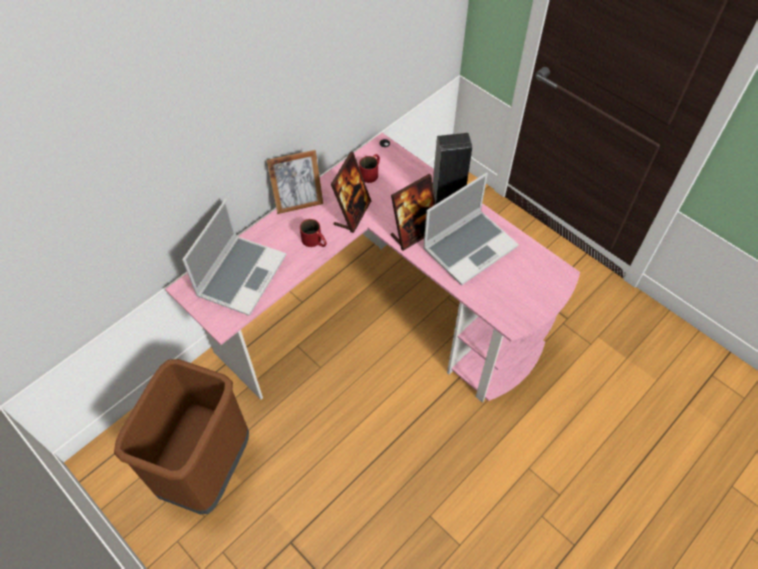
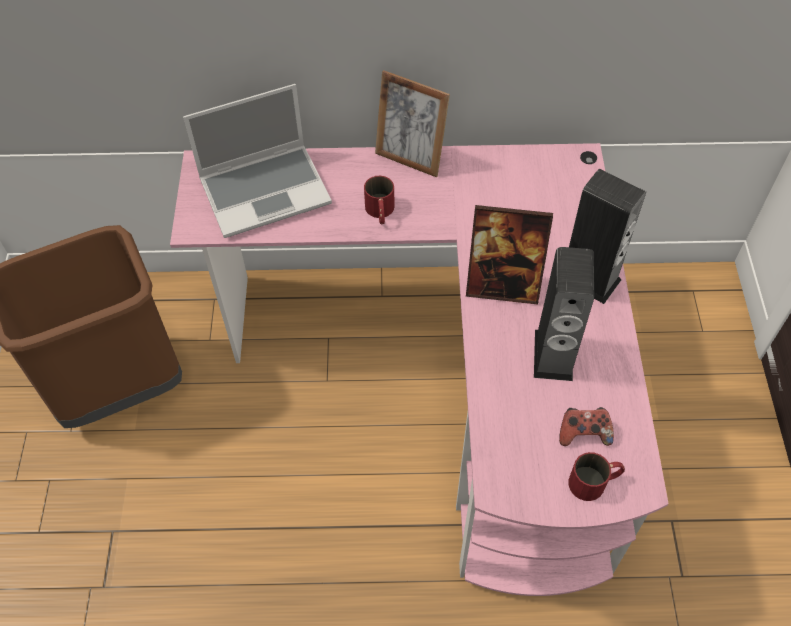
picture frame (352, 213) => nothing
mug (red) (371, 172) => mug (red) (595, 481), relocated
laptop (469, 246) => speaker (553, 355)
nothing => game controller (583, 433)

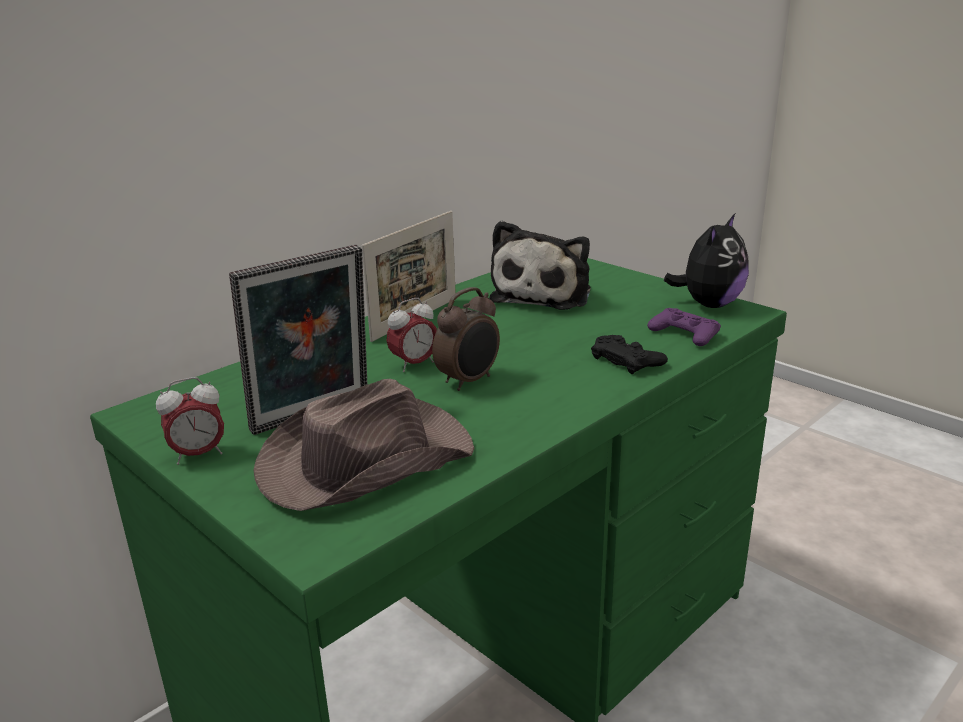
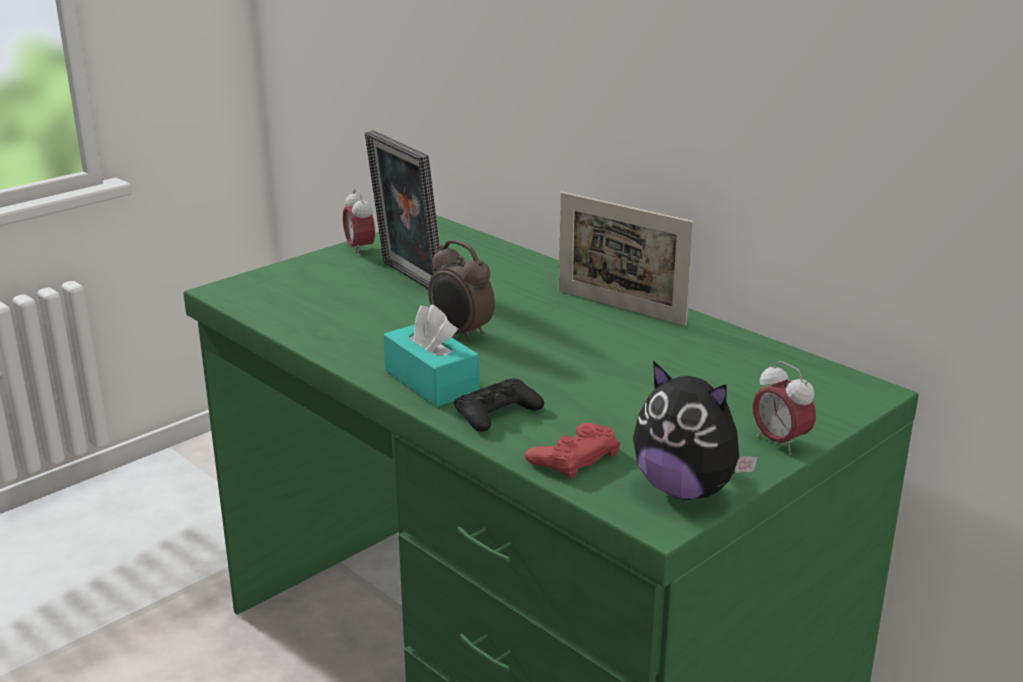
plush toy (544, 294) => nothing
alarm clock (414, 364) => alarm clock (779, 442), relocated
game controller (purple) (684, 334) => game controller (red) (574, 457)
hat (brown) (363, 461) => nothing
nothing => tissue box (turquoise) (431, 381)

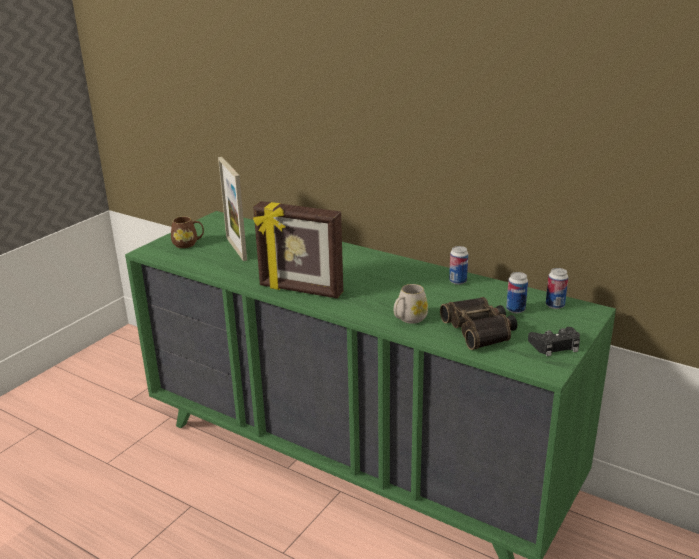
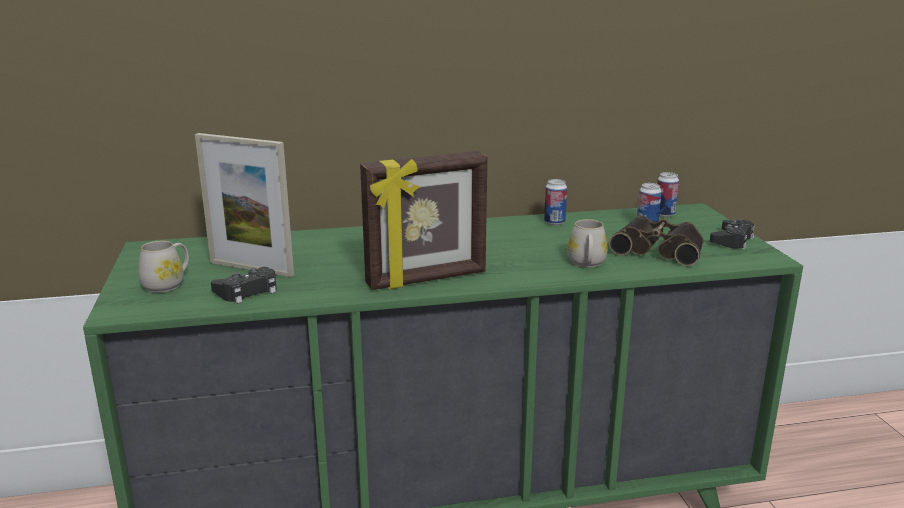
mug (brown) (188, 244) => mug (white) (168, 284)
nothing => game controller (black) (248, 291)

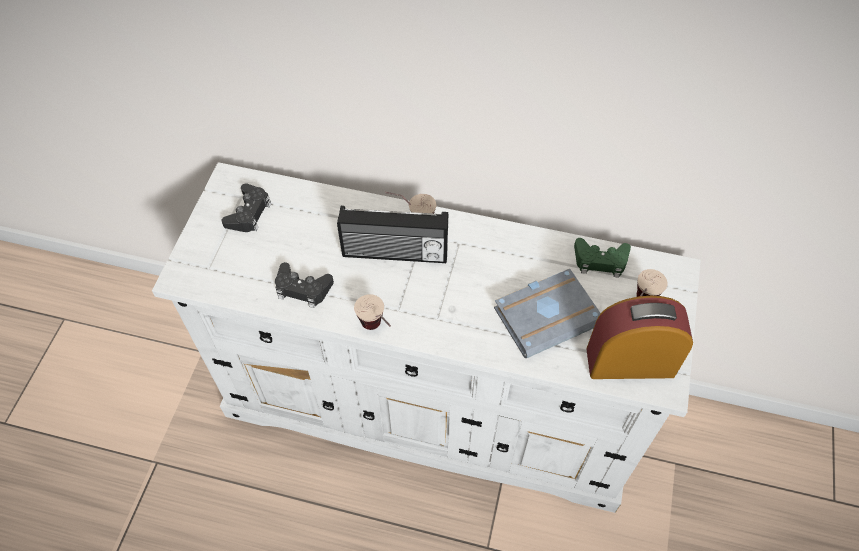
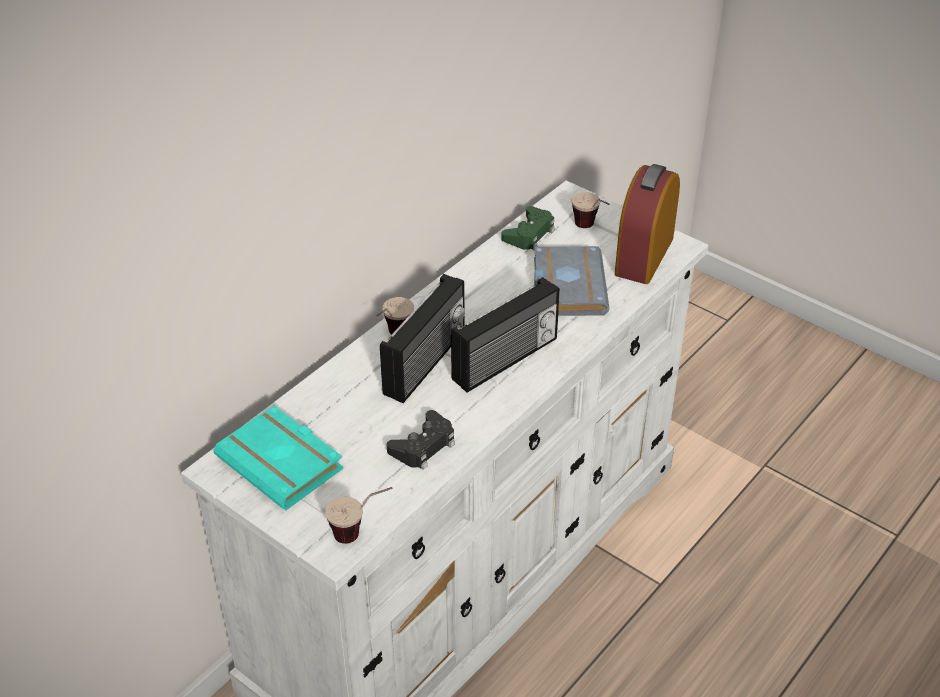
game controller (black) (249, 213) => book (turquoise) (284, 463)
cup (377, 330) => cup (361, 532), relocated
nothing => radio (506, 360)

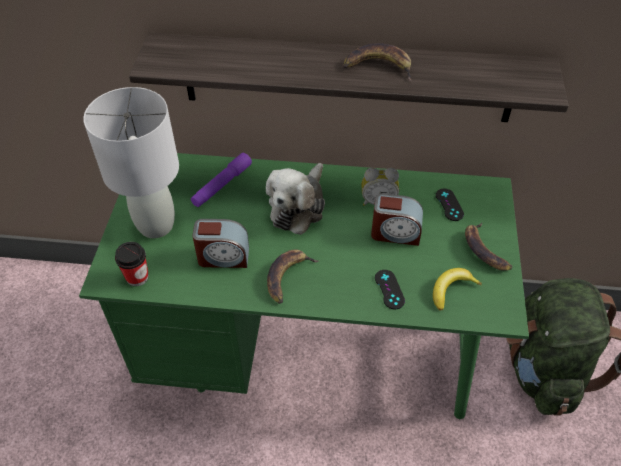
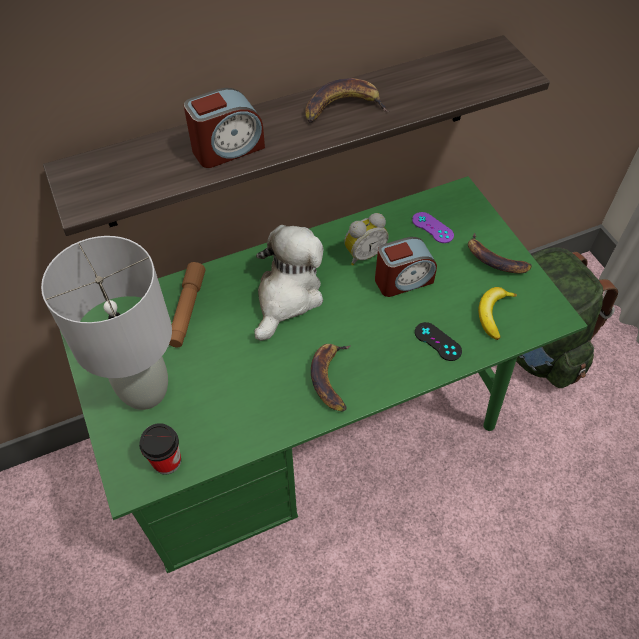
flashlight (purple) (222, 185) => flashlight (brown) (187, 309)
plush toy (298, 206) => plush toy (287, 296), 150 degrees counterclockwise
game controller (black) (449, 205) => game controller (purple) (432, 228)
alarm clock (223, 257) => alarm clock (227, 148), relocated

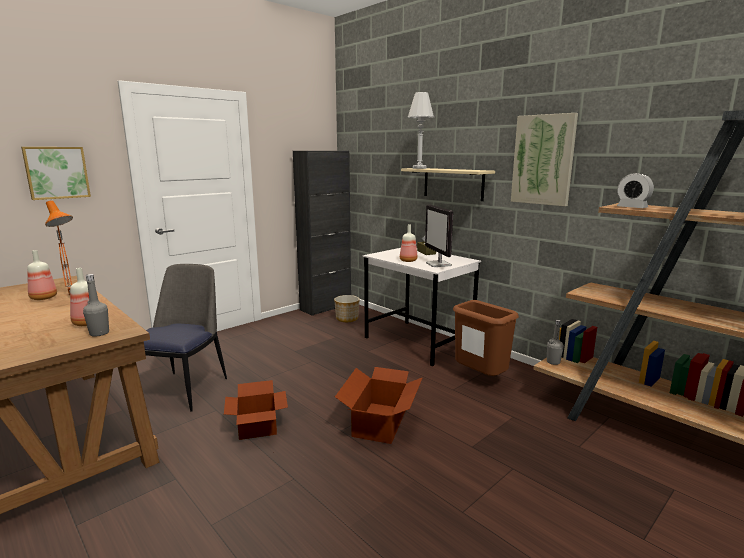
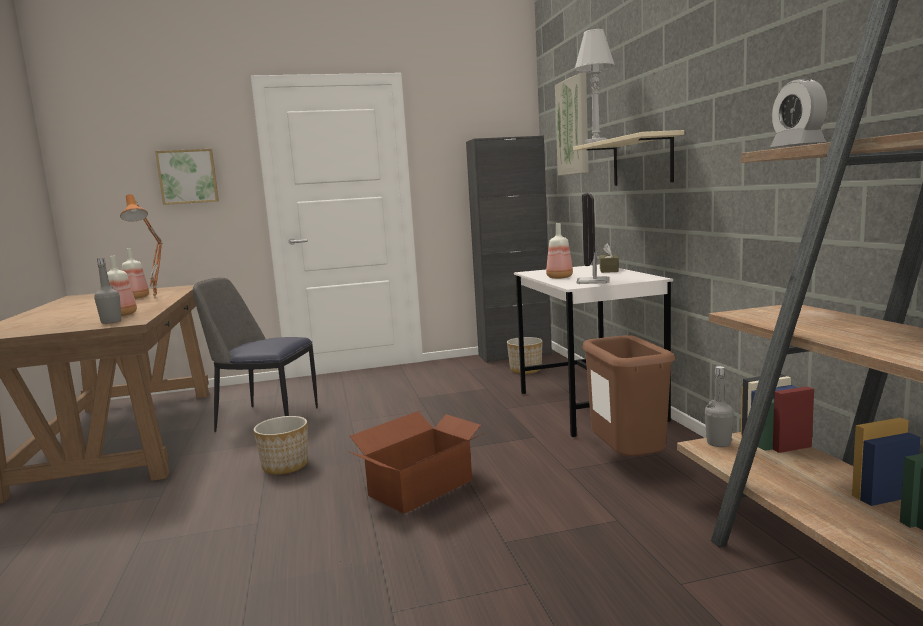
picture (543, 160) => picture (573, 127), relocated
chair (185, 389) => chair (265, 419), 120 degrees counterclockwise
cardboard box (257, 428) => planter (285, 466)

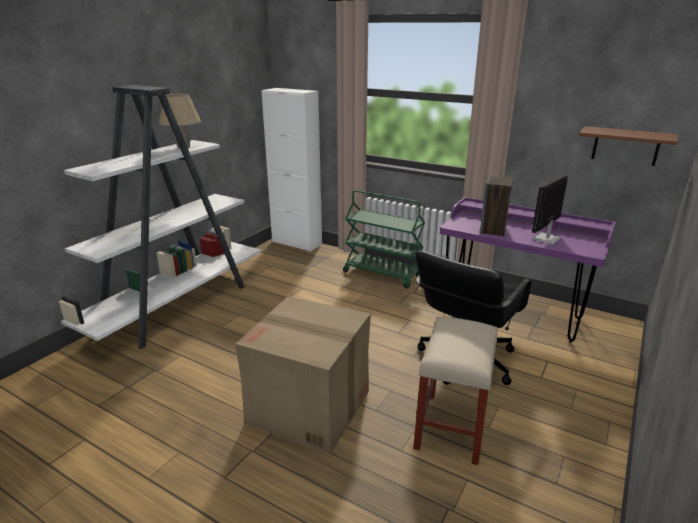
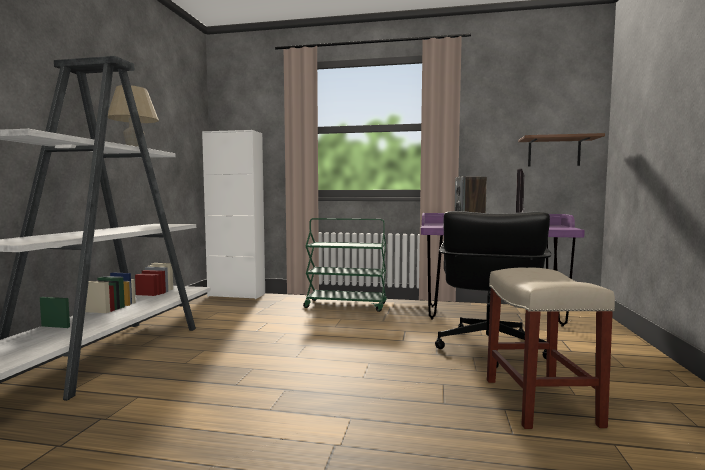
cardboard box (310, 407) => nothing

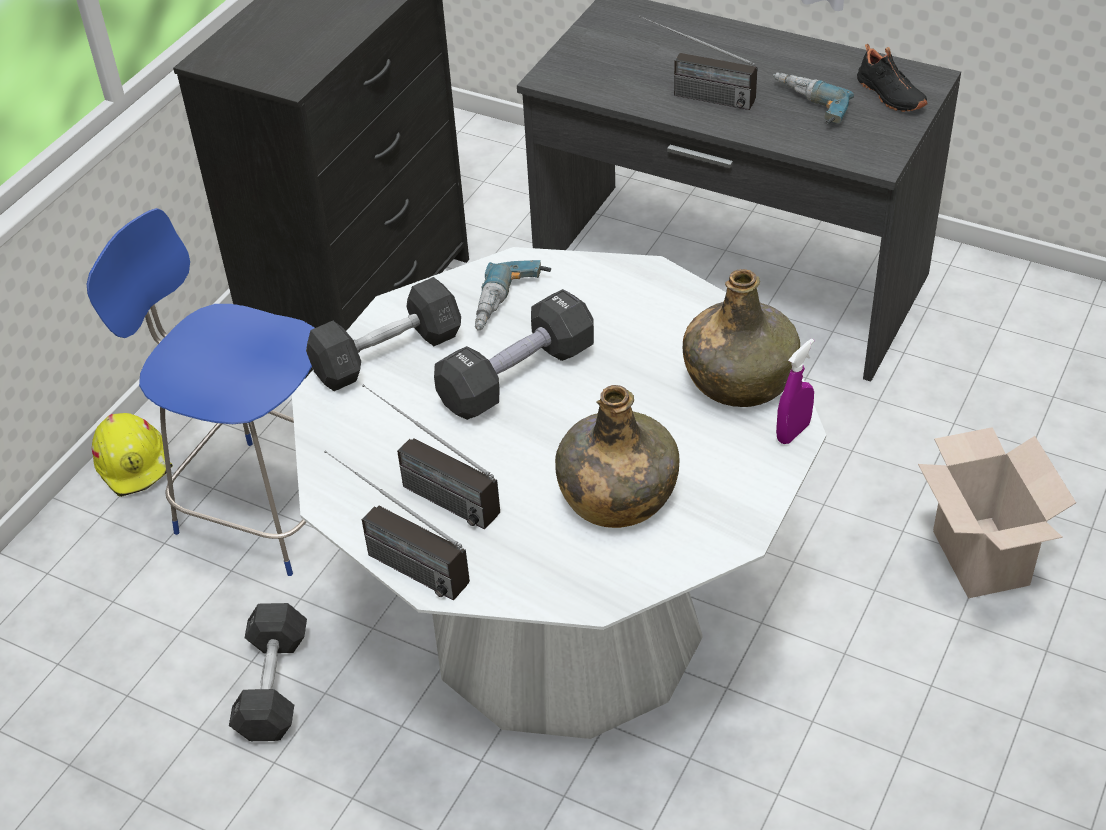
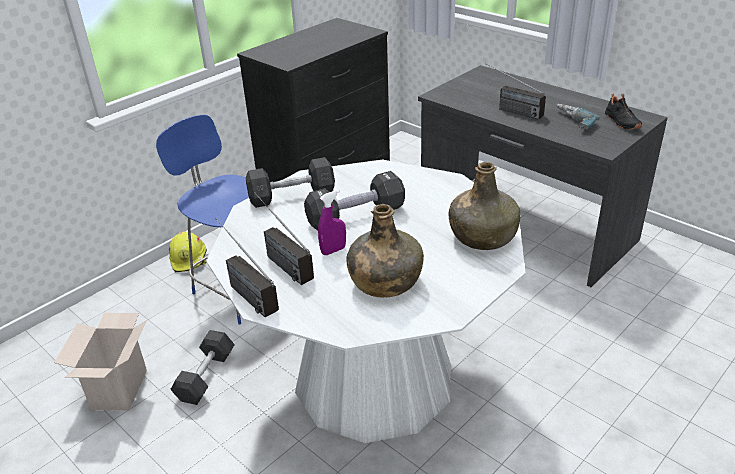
power drill (511, 305) => nothing
spray bottle (purple) (793, 432) => spray bottle (purple) (333, 250), relocated
cardboard box (976, 556) => cardboard box (118, 388), relocated

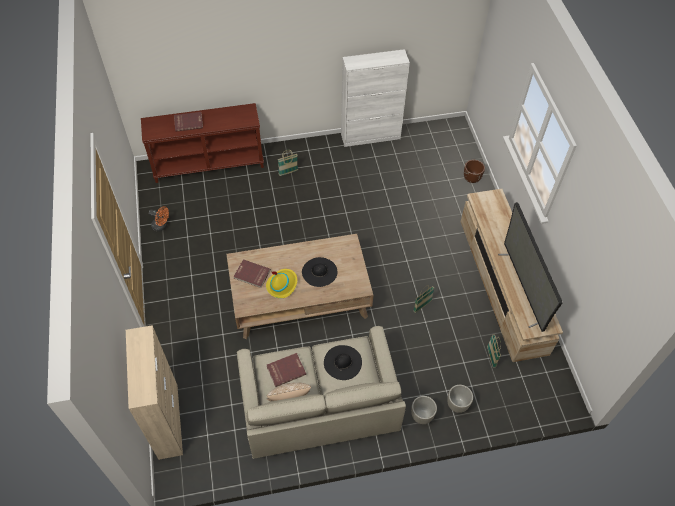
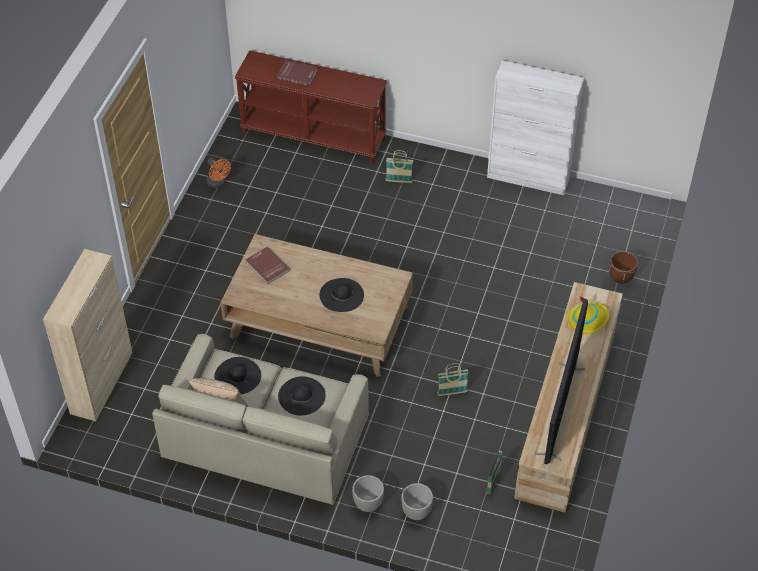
hat (yellow) (282, 284) => hat (yellow) (587, 320), relocated
book (red) (286, 370) => hat (black) (237, 376)

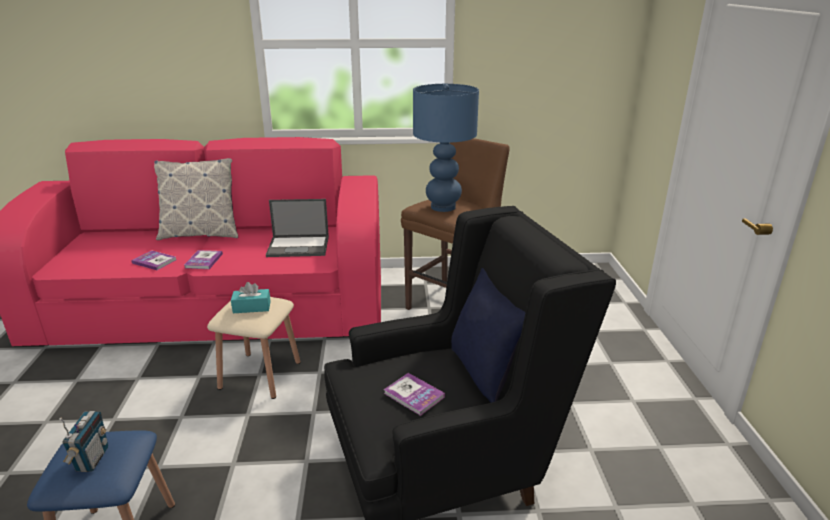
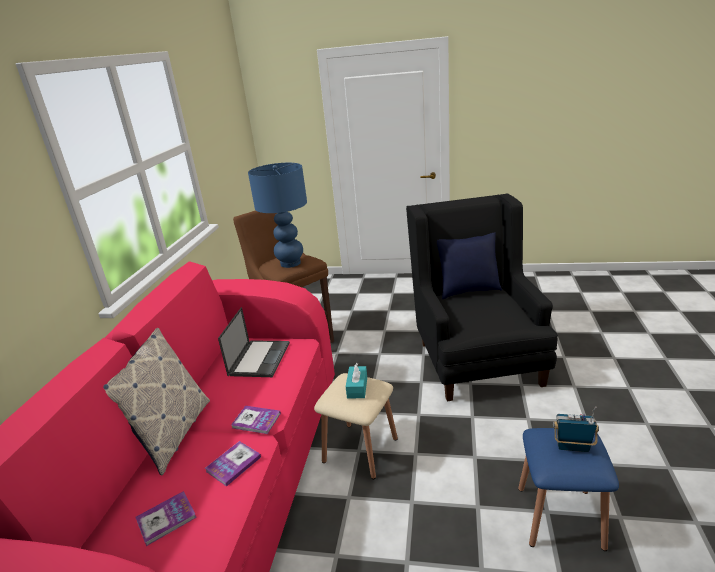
book (414, 395) => book (166, 519), relocated

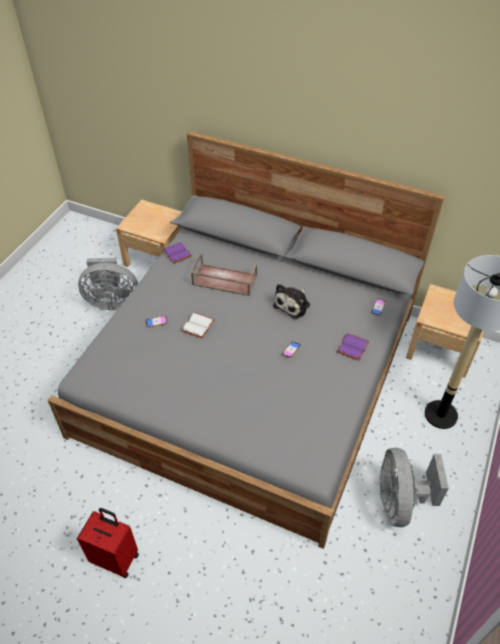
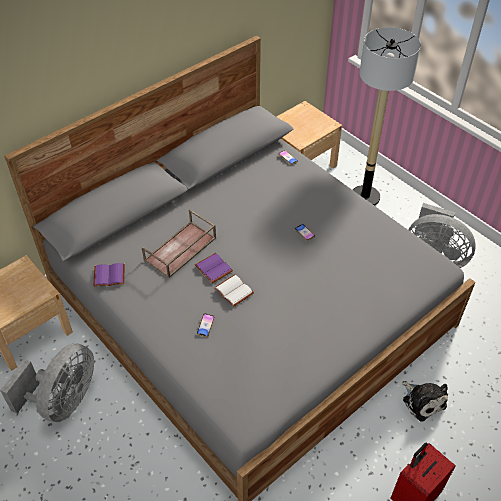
plush toy (293, 304) => plush toy (422, 401), relocated
book (purple) (352, 346) => book (purple) (212, 268), relocated

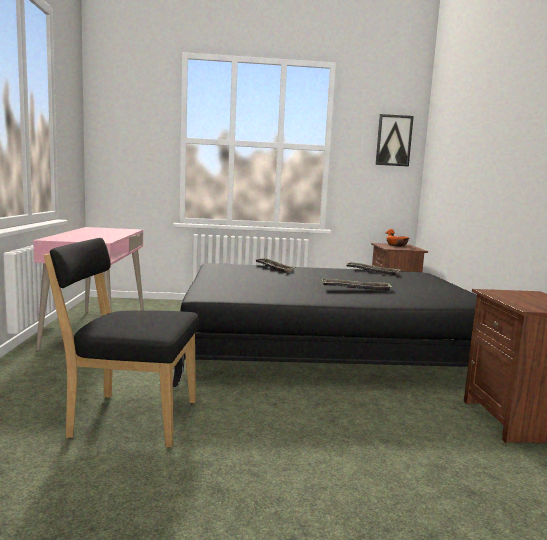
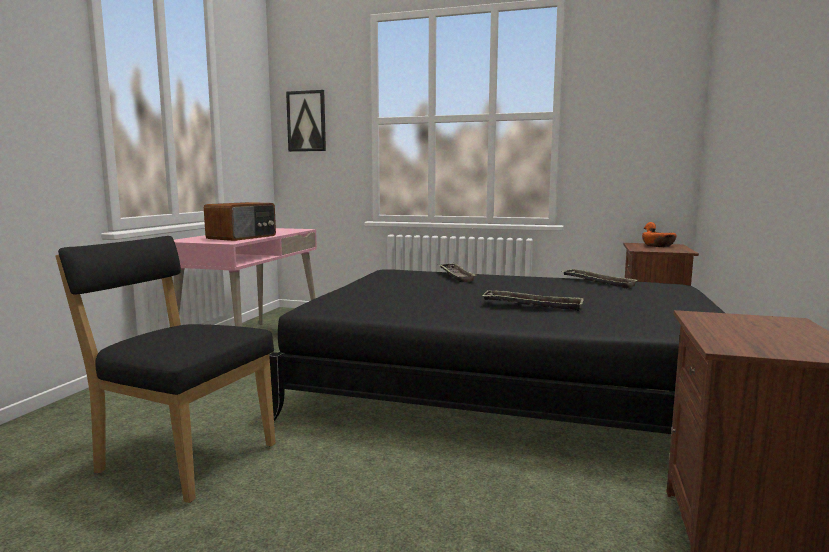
picture (393, 140) => picture (306, 121), relocated
nothing => radio (243, 237)

